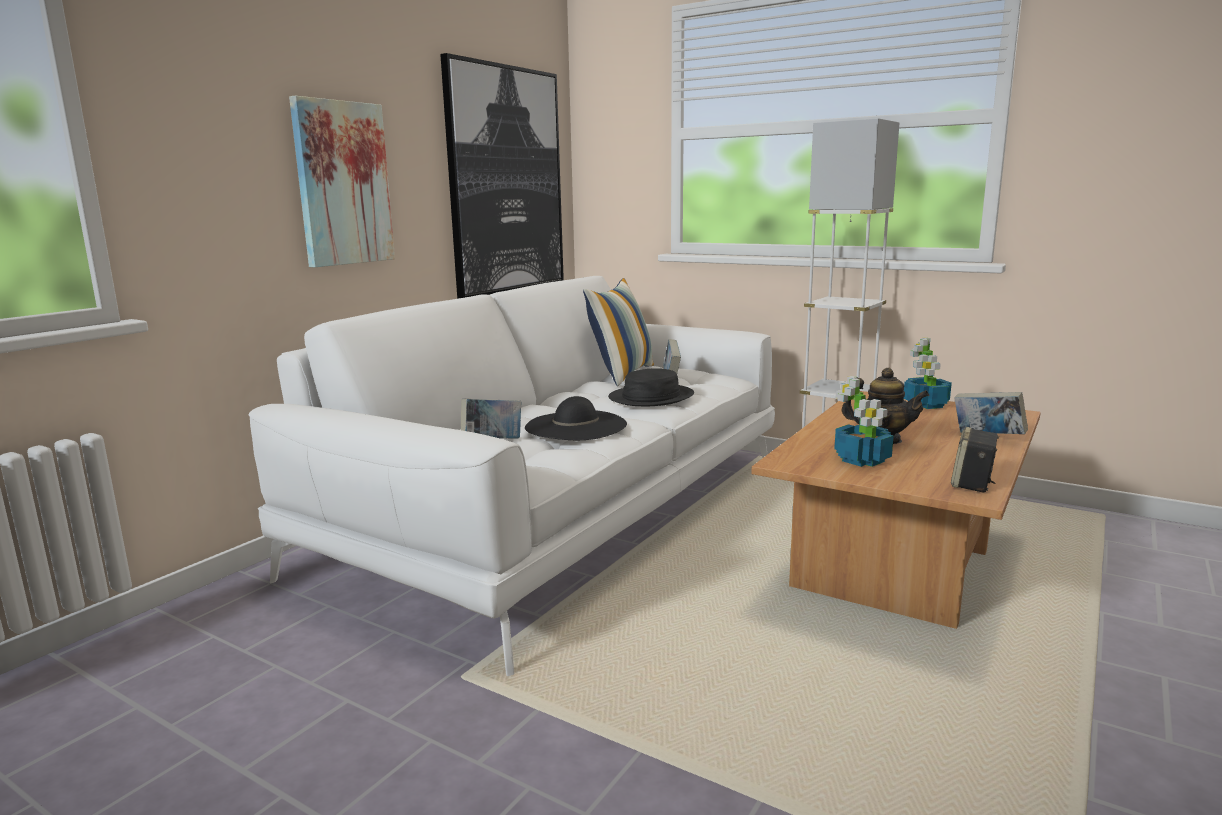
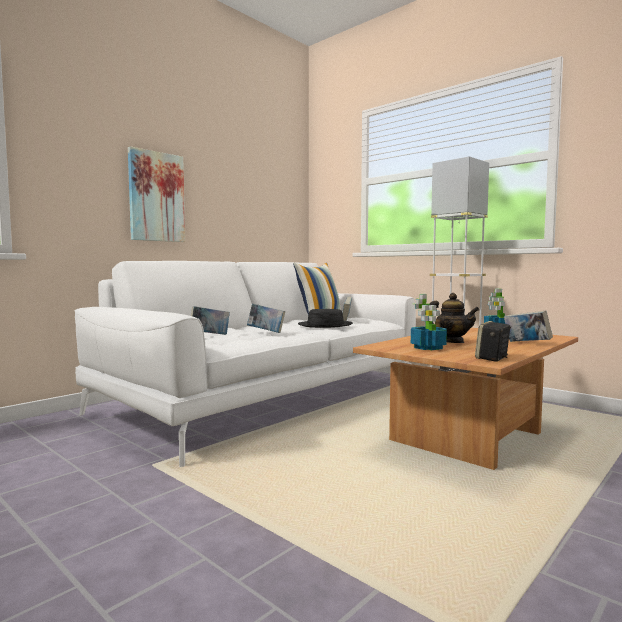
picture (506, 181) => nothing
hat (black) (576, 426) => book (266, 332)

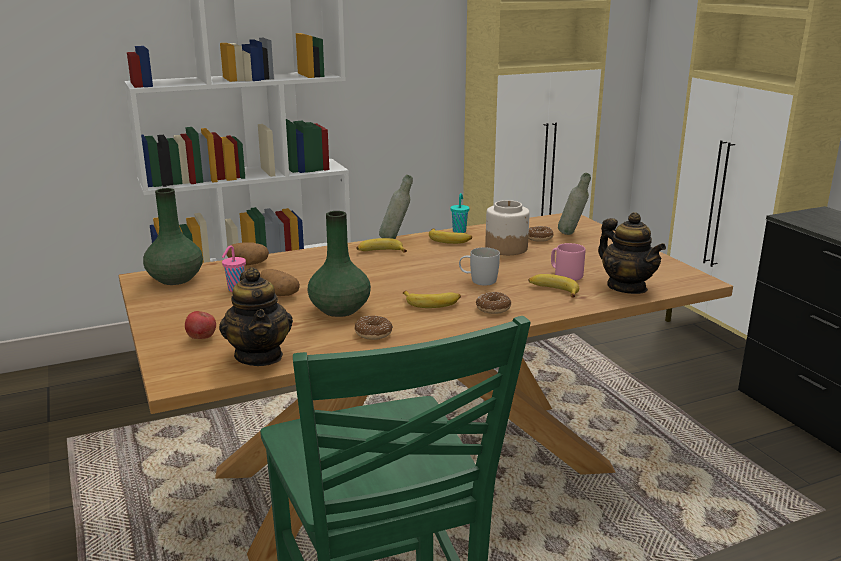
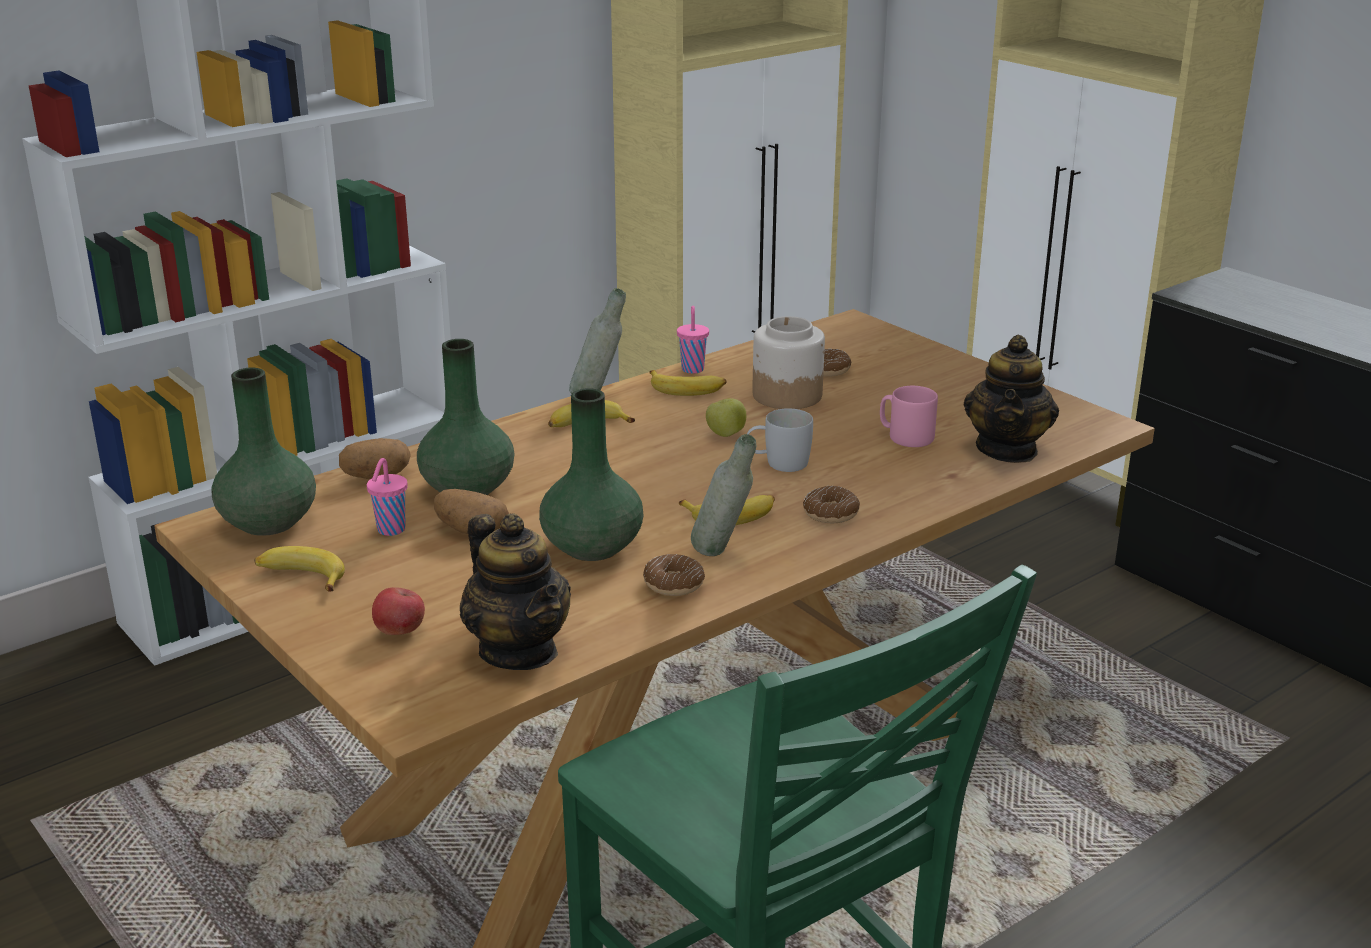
bottle (grey) (572, 235) => bottle (grey) (722, 556), relocated
cup (turquoise) (459, 231) => cup (pink) (692, 369)
teapot (627, 287) => teapot (1007, 449), 60 degrees clockwise
banana (553, 290) => banana (300, 577), relocated
nothing => vase (green) (466, 488)
nothing => apple (725, 434)

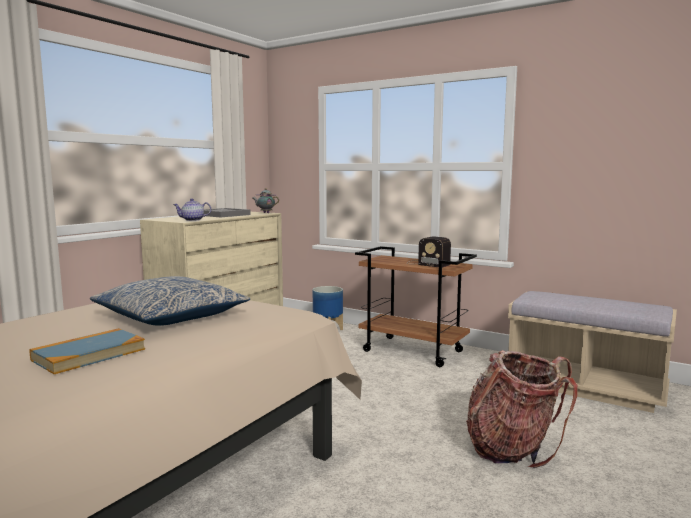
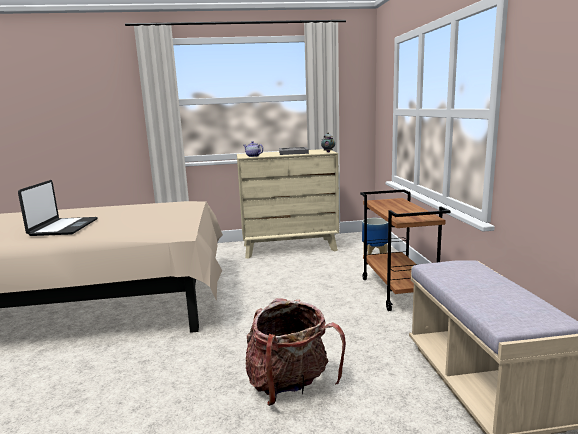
radio (426, 263) => nothing
pillow (170, 316) => nothing
book (89, 354) => laptop (63, 227)

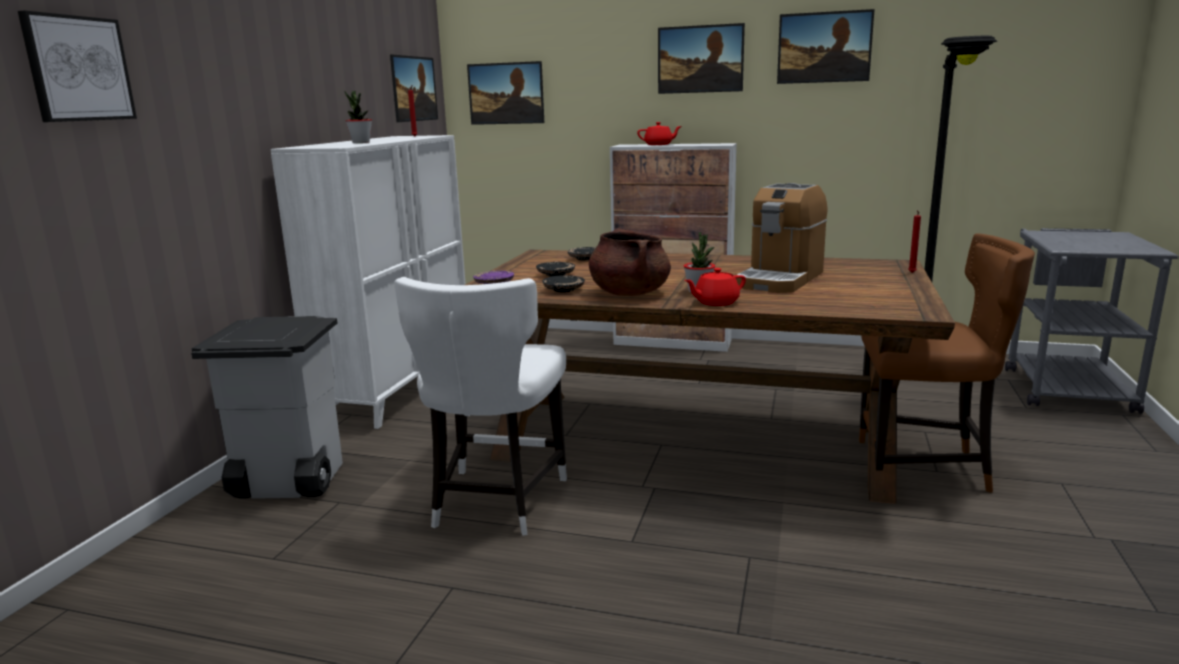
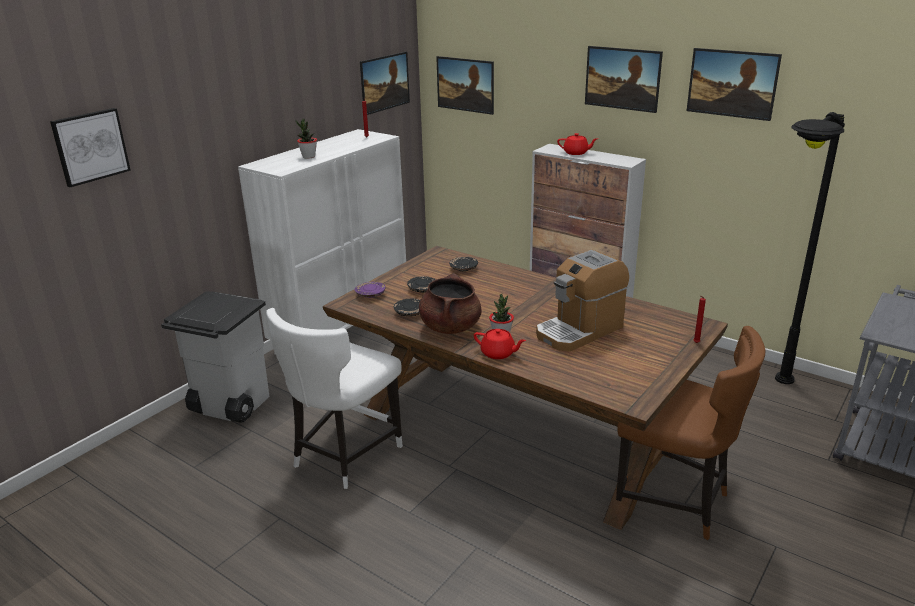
teapot (red) (715, 302) => teapot (red) (498, 353), 150 degrees counterclockwise

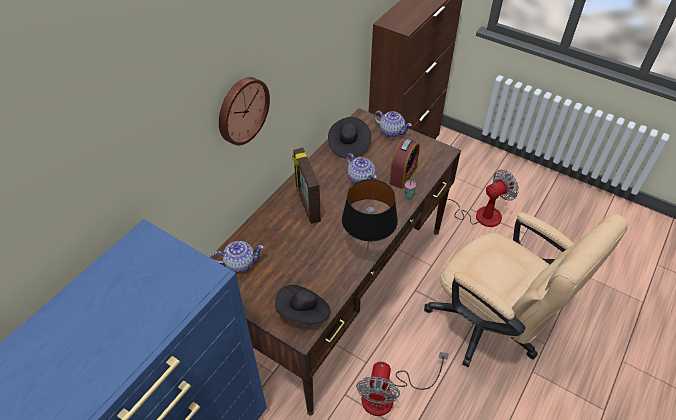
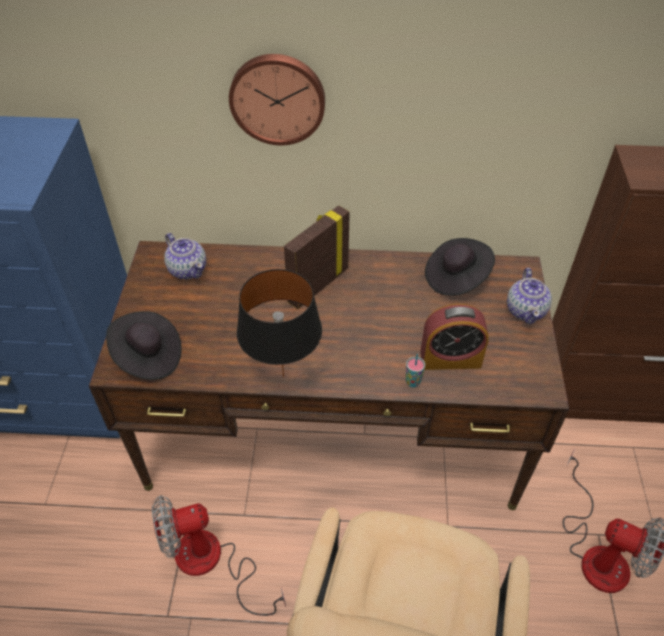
teapot (361, 178) => nothing

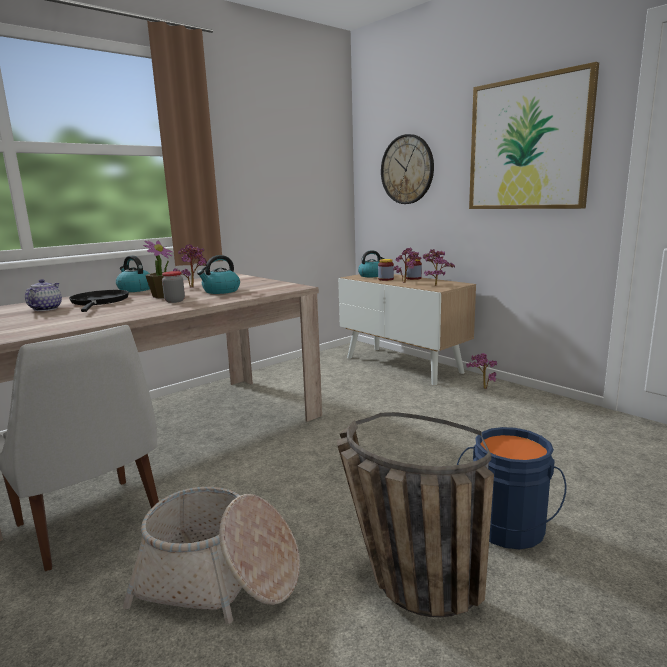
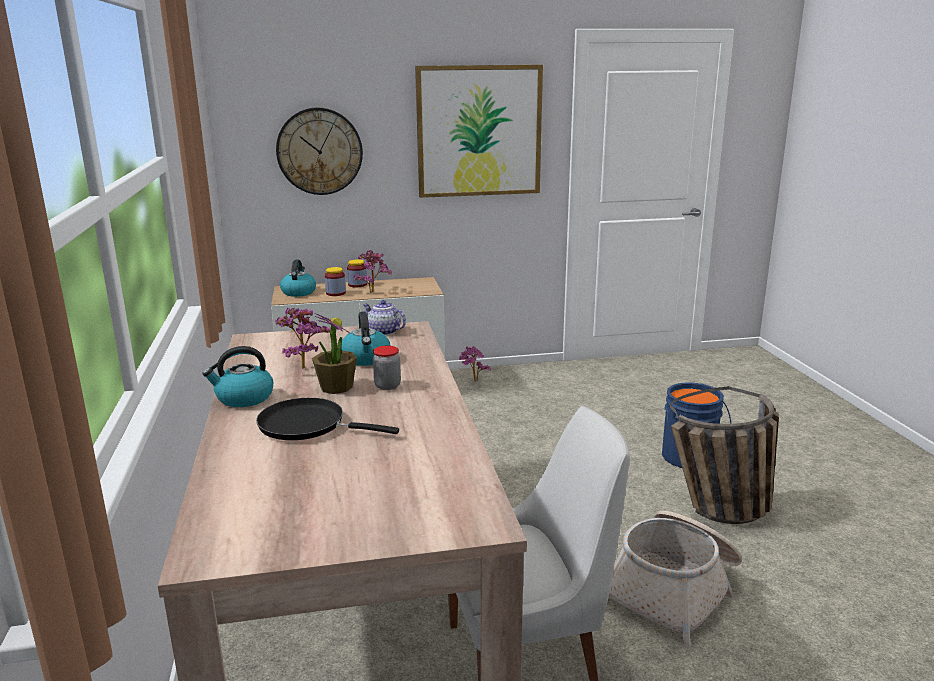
potted plant (435, 285) => nothing
teapot (46, 309) => teapot (383, 331), relocated

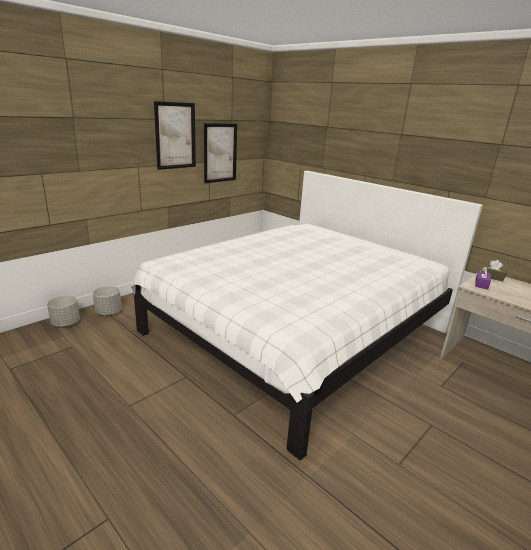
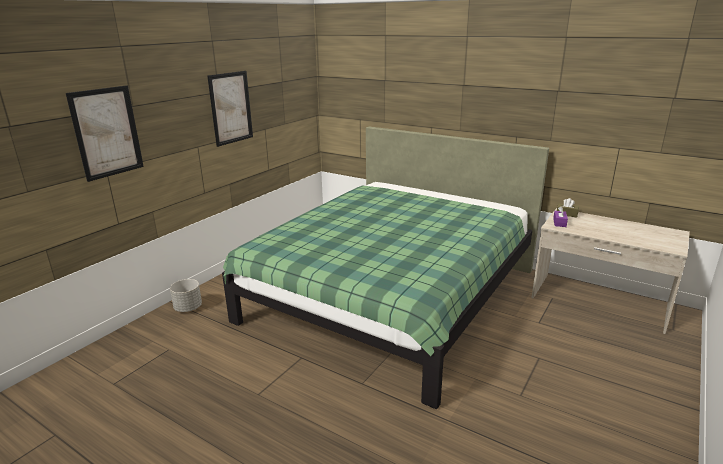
picture (220, 153) => picture (107, 132), relocated
bed (white) (296, 331) => bed (green) (391, 295)
planter (grey) (65, 323) => nothing

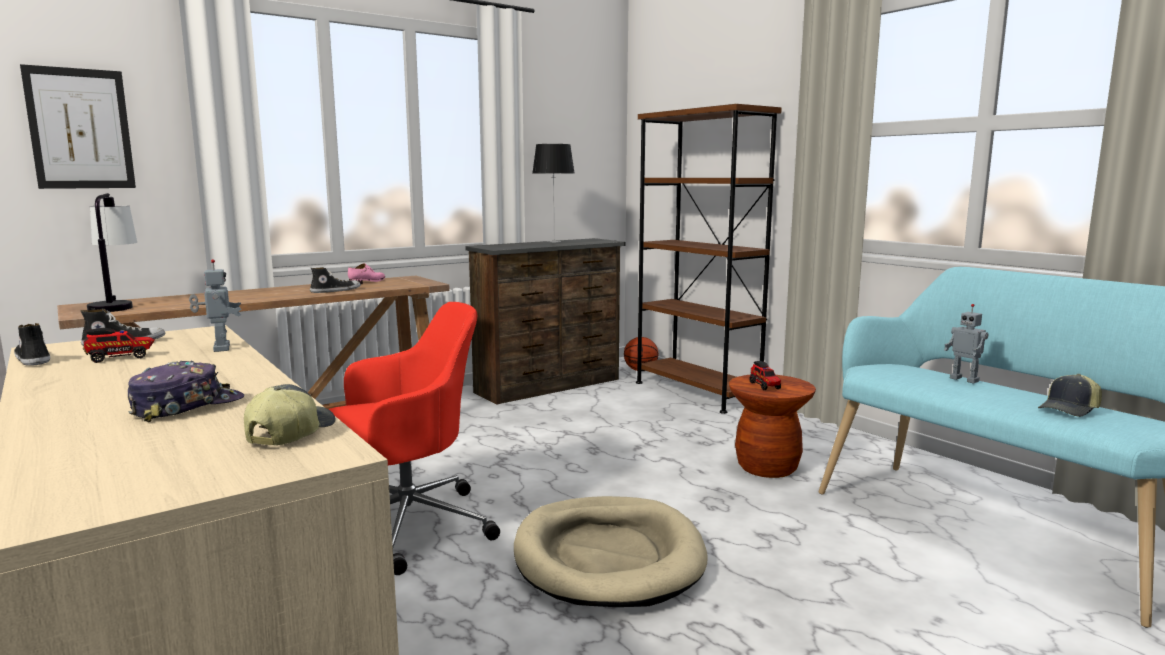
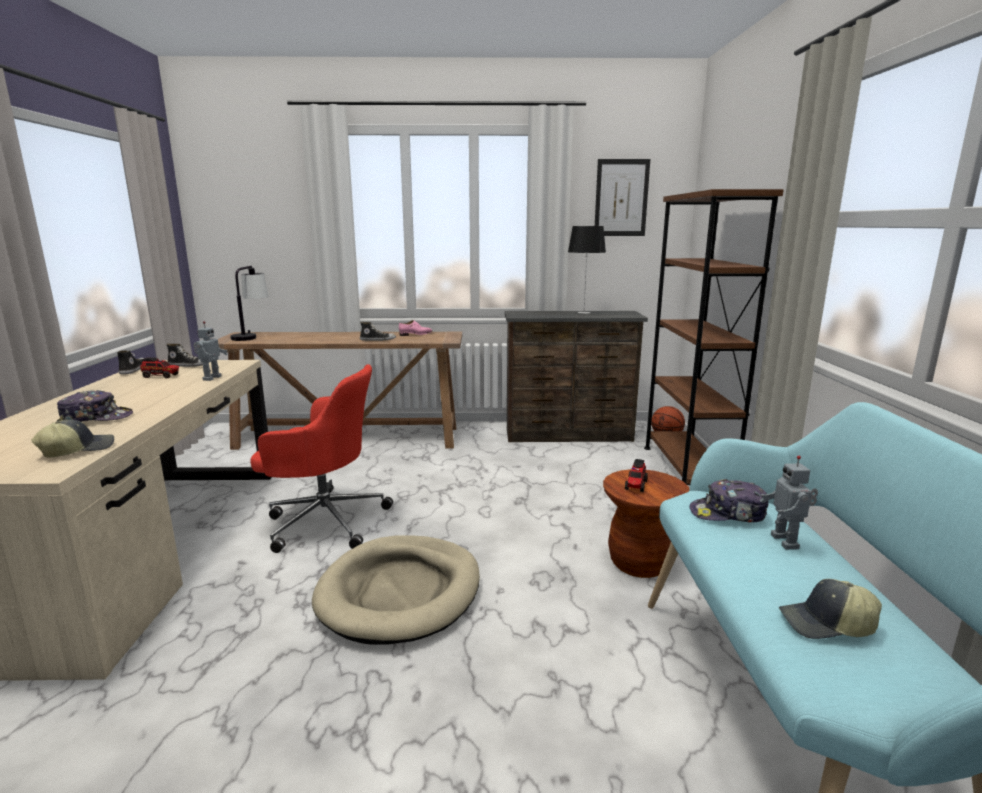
picture (80, 129) => picture (621, 198), relocated
nothing => cap (728, 514)

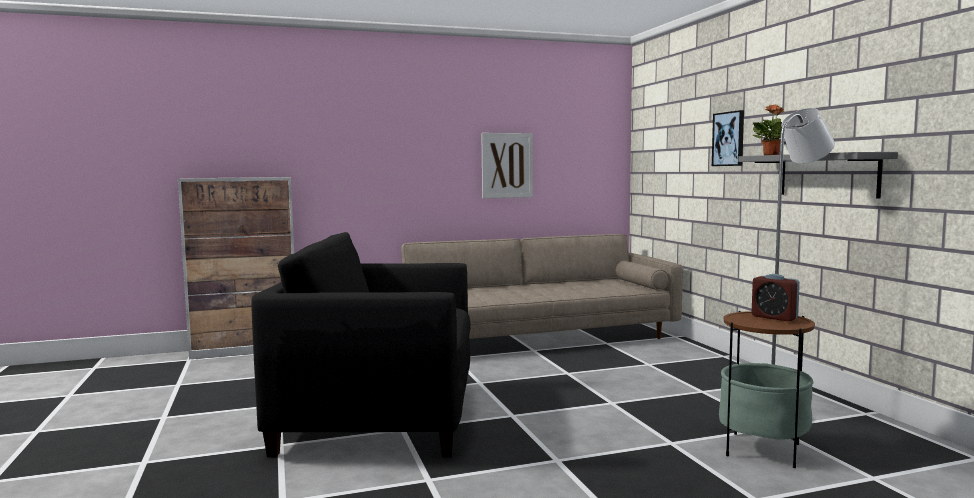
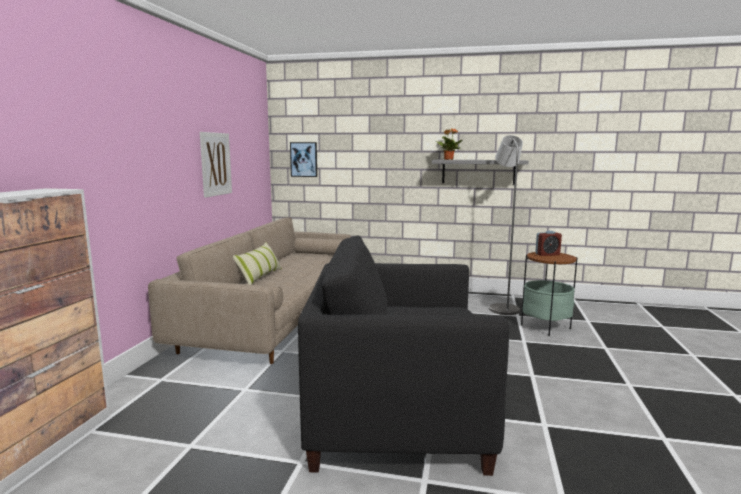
picture (729, 139) => picture (304, 159), relocated
armchair (black) (379, 417) => armchair (black) (398, 415), 60 degrees clockwise
nothing => pillow (259, 277)

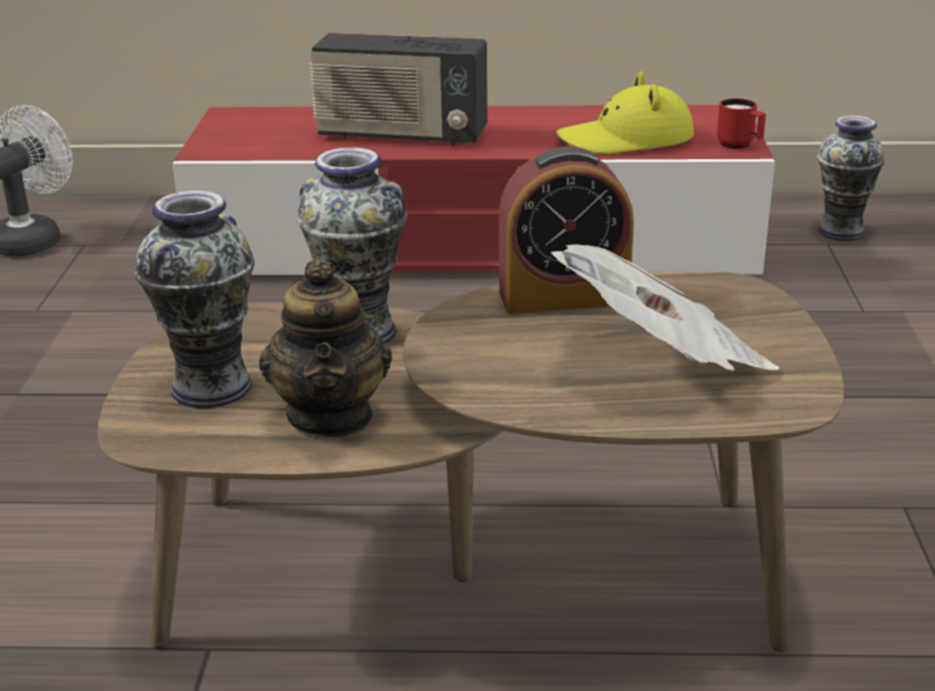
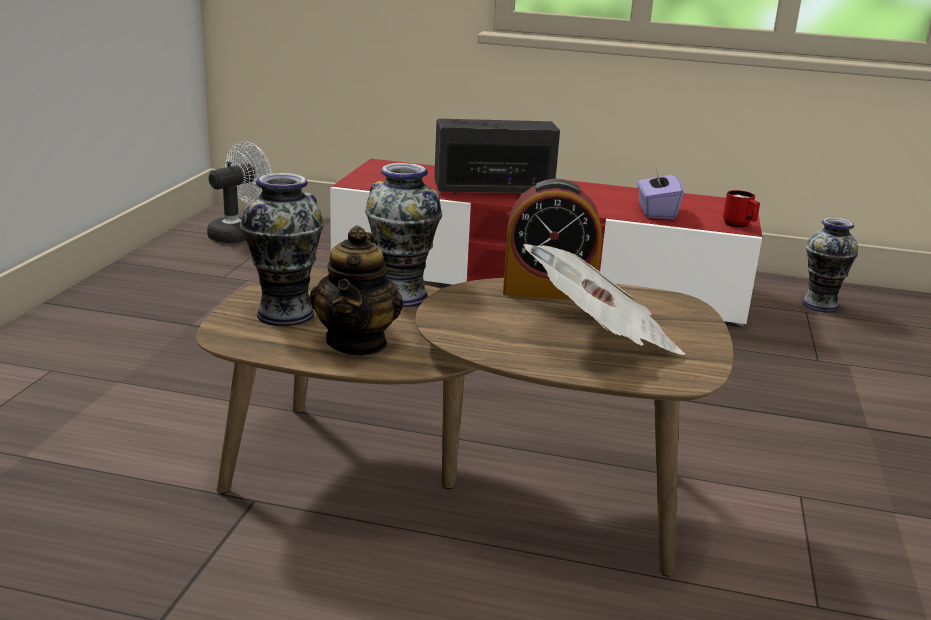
radio (401, 136) => radio (494, 190), 150 degrees clockwise
hat (yellow) (626, 140) => tissue box (purple) (655, 212)

